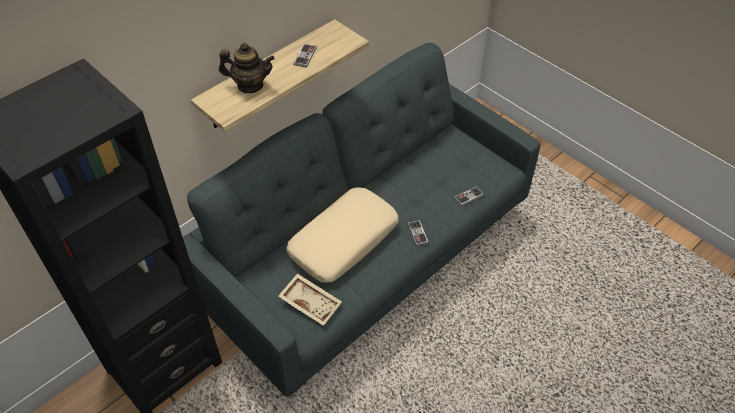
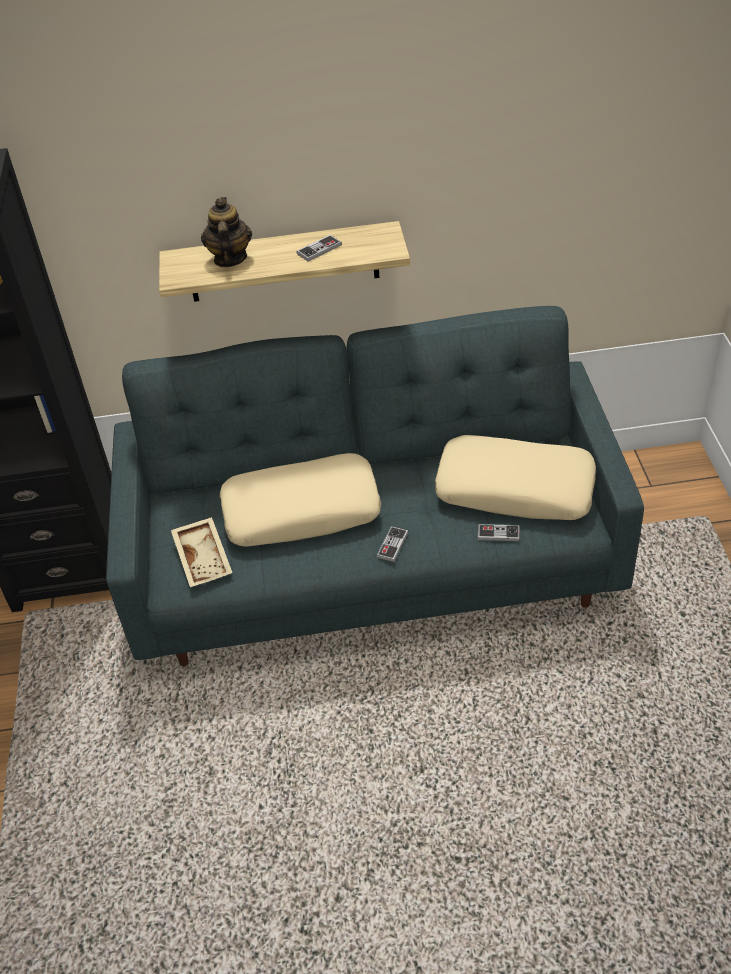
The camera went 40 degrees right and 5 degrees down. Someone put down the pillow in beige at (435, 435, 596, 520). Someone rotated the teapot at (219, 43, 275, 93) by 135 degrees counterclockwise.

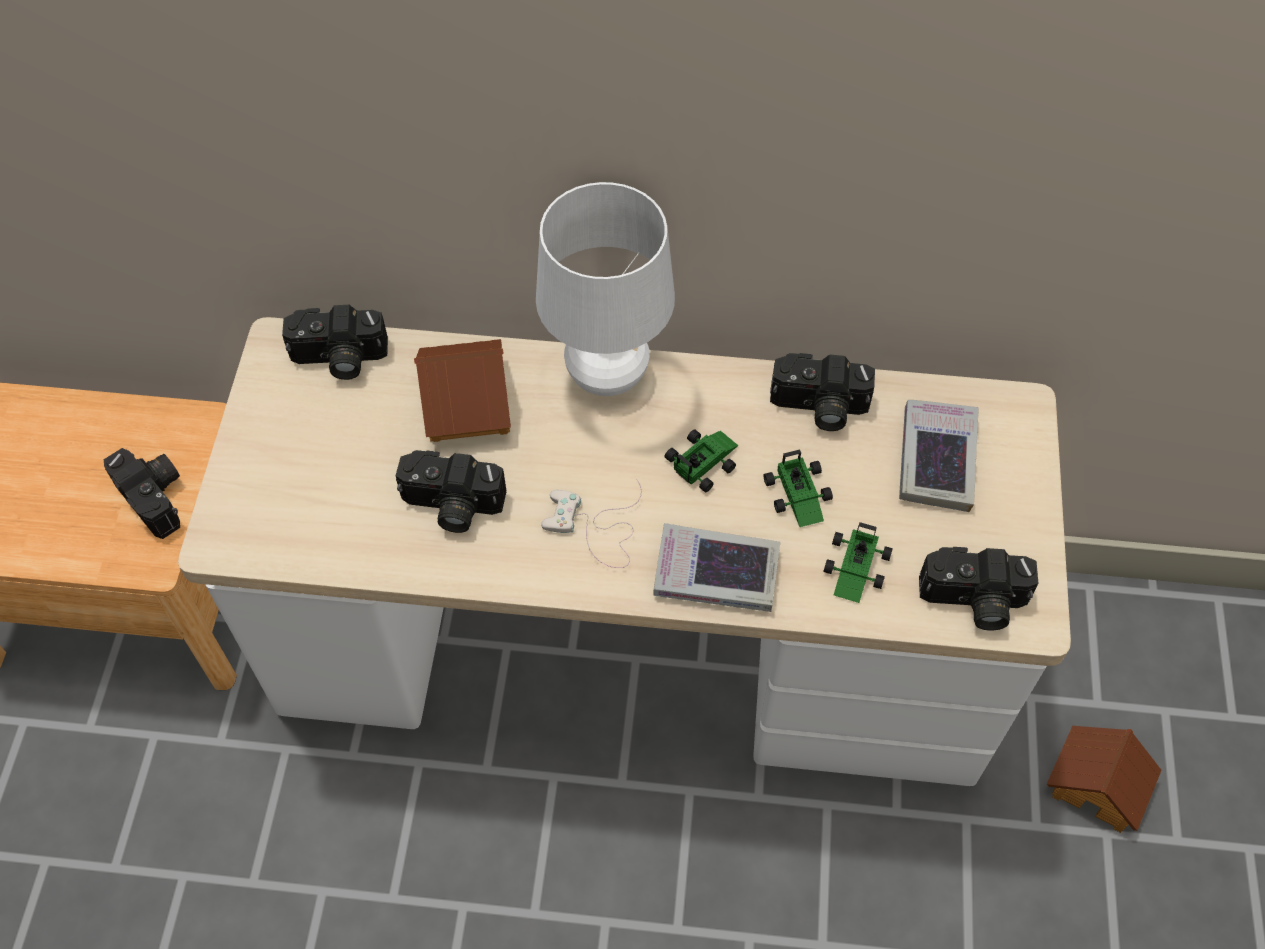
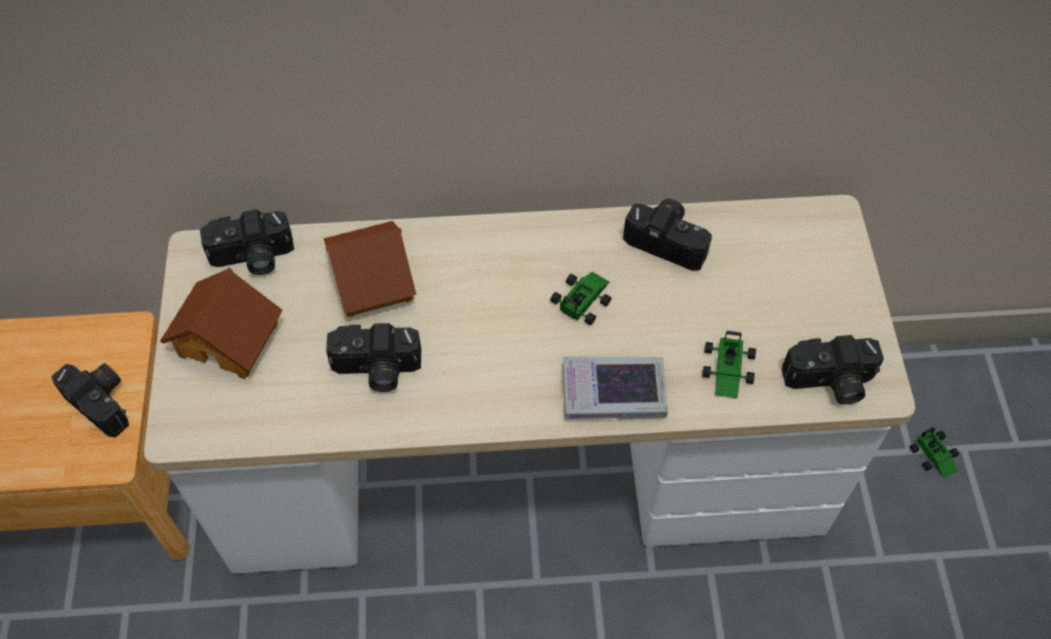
The camera went 10 degrees left and 0 degrees up. Someone took away the table lamp in white at (536, 182, 675, 396). Someone took away the game controller in white at (541, 479, 642, 568). Someone took away the book at (899, 400, 979, 512). Someone carried the toy car from (764, 450, 833, 527) to (909, 427, 959, 478). Someone carried the toy house from (1047, 726, 1162, 833) to (160, 268, 283, 379). Someone rotated the photo camera at (770, 353, 875, 431) by 150 degrees counterclockwise.

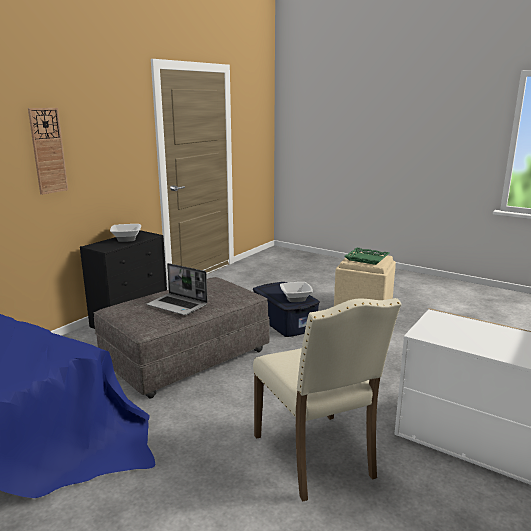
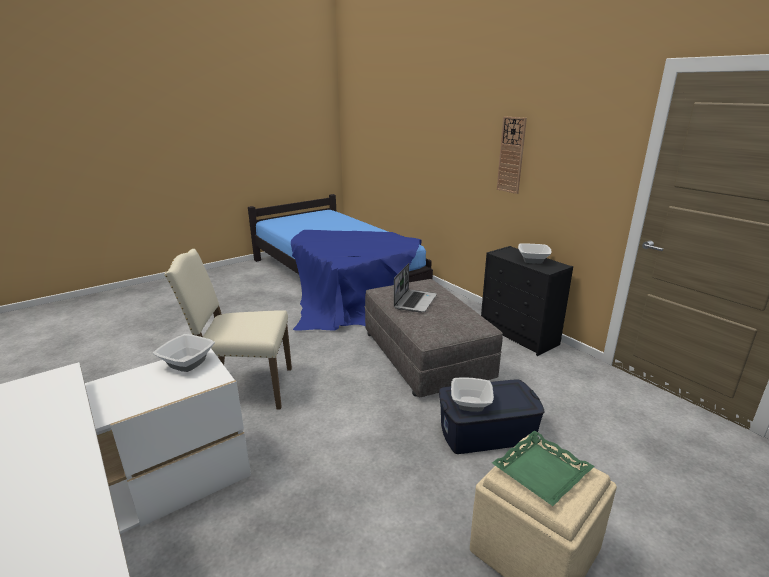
The camera went 110 degrees right and 5 degrees up. Someone put down the bowl at (153, 334, 215, 372). Someone rotated the laptop at (147, 263, 208, 315) by 150 degrees clockwise.

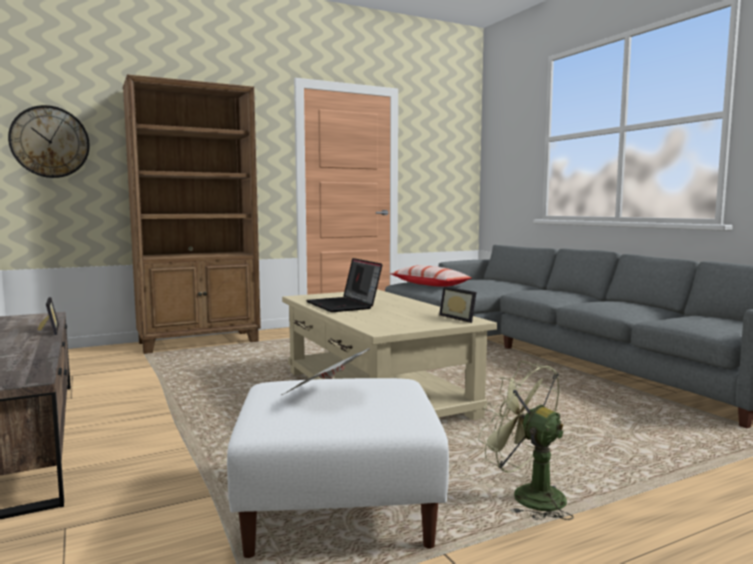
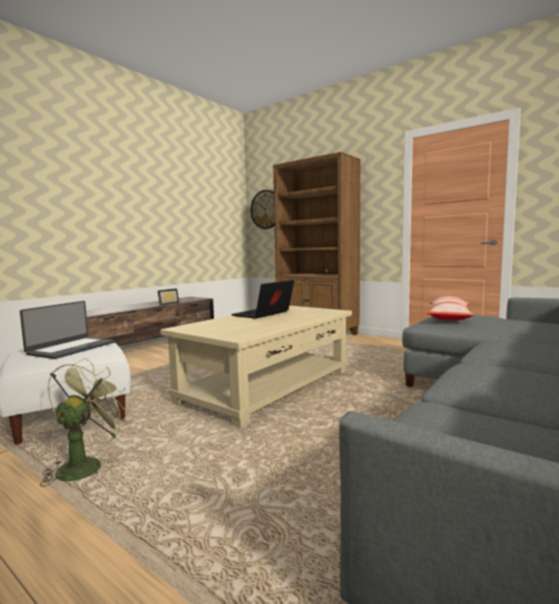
The camera went 65 degrees right and 0 degrees up. Someone took away the picture frame at (439, 286, 477, 323). Someone swapped the newspaper at (282, 348, 369, 395) for the laptop at (20, 301, 115, 359).

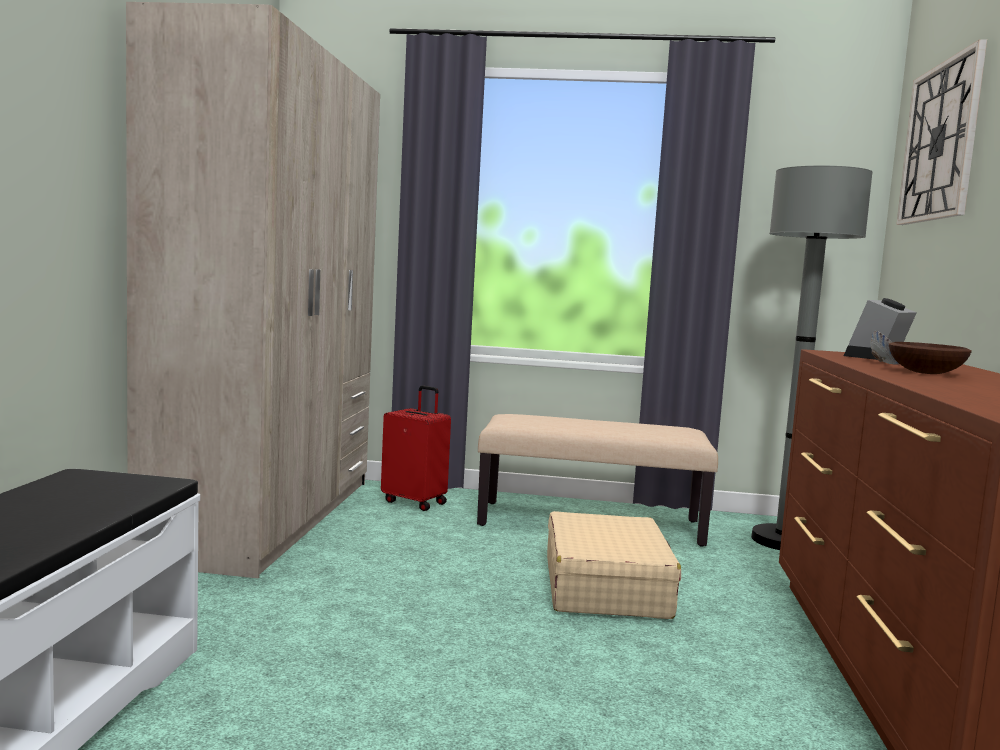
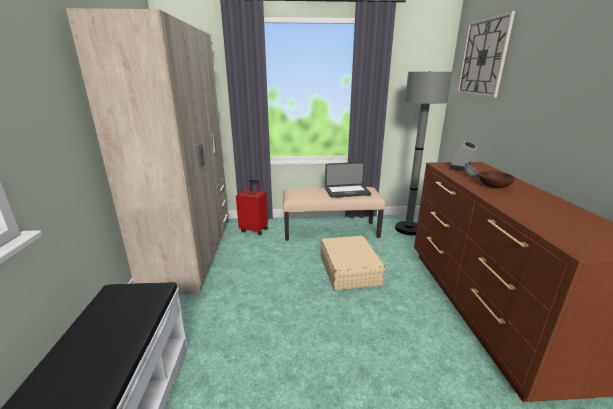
The camera went 10 degrees left and 15 degrees up. Someone put down the laptop at (325, 162, 371, 198).

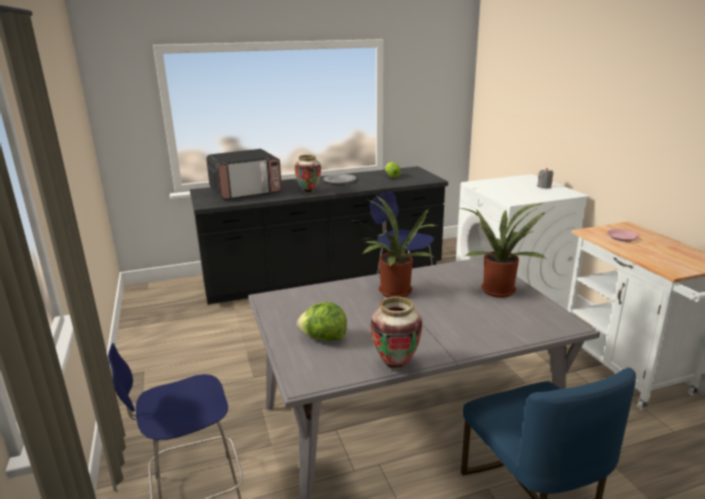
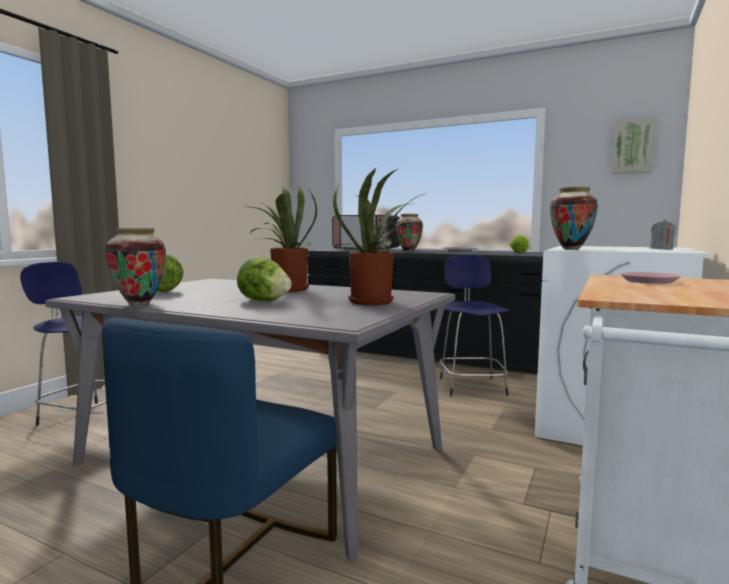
The camera went 45 degrees right and 15 degrees down. Someone put down the lettuce at (237, 256, 292, 301). Someone put down the vase at (550, 187, 598, 250). Someone put up the picture at (612, 118, 655, 174).

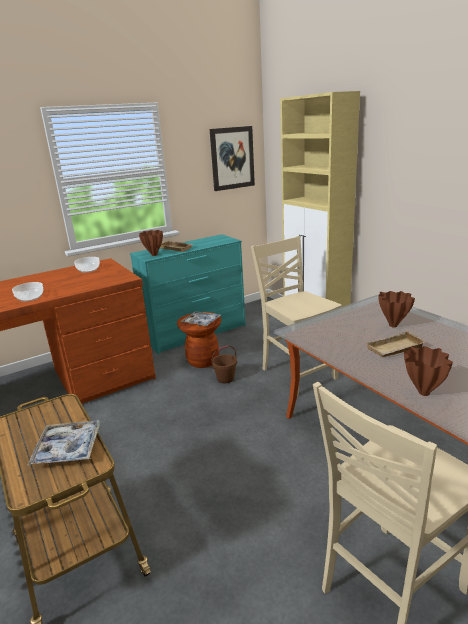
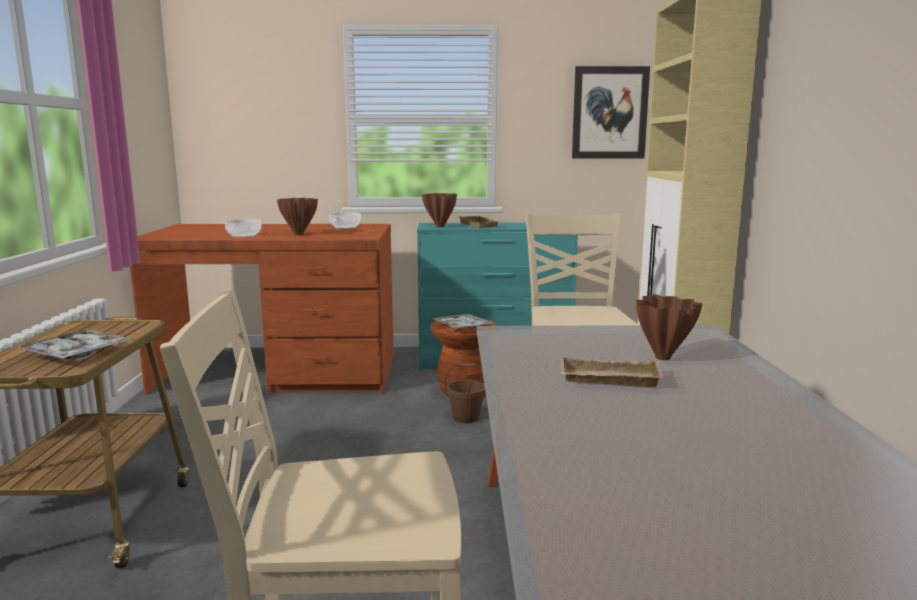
The camera went 30 degrees right and 10 degrees down. Someone carried the vase in brown from (404, 346, 453, 396) to (277, 198, 318, 235).

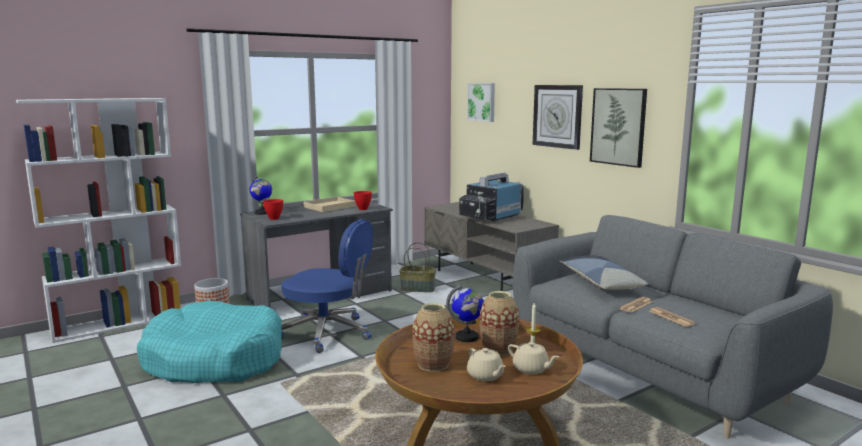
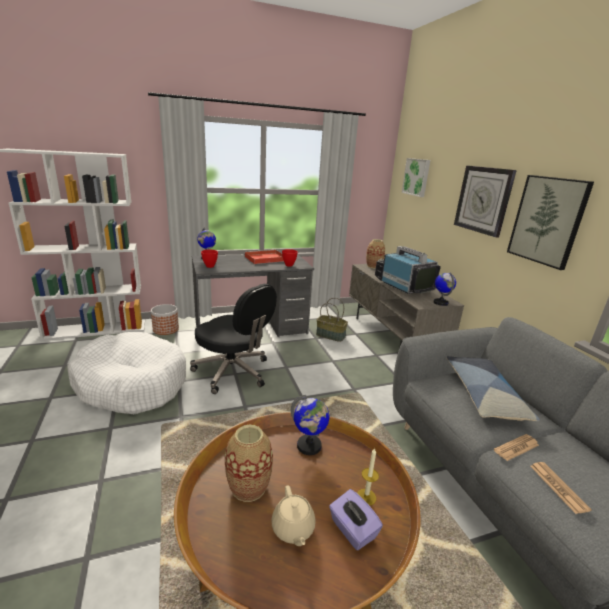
The camera went 15 degrees right and 10 degrees up. Someone put down the globe at (434, 272, 456, 306). Someone carried the vase from (480, 291, 519, 356) to (366, 239, 385, 269). Someone swapped the teapot in beige at (508, 342, 559, 374) for the tissue box in purple at (329, 489, 383, 550). Someone repainted the dog bed in turquoise at (137, 301, 282, 383), which became the dog bed in white at (67, 332, 186, 414). Someone repainted the office chair in blue at (281, 219, 373, 353), which became the office chair in black at (190, 284, 277, 394). Someone repainted the tray in beige at (303, 197, 356, 212), which became the tray in red at (244, 250, 284, 264). Someone rotated the television at (459, 172, 524, 222) by 90 degrees clockwise.

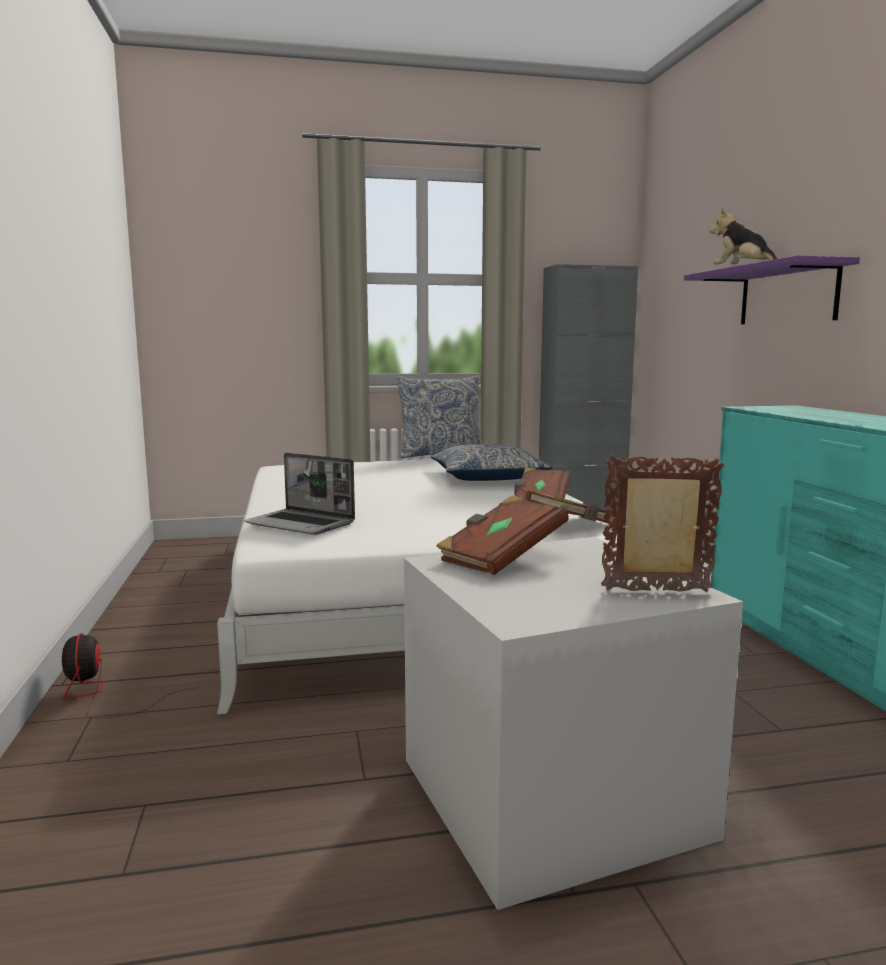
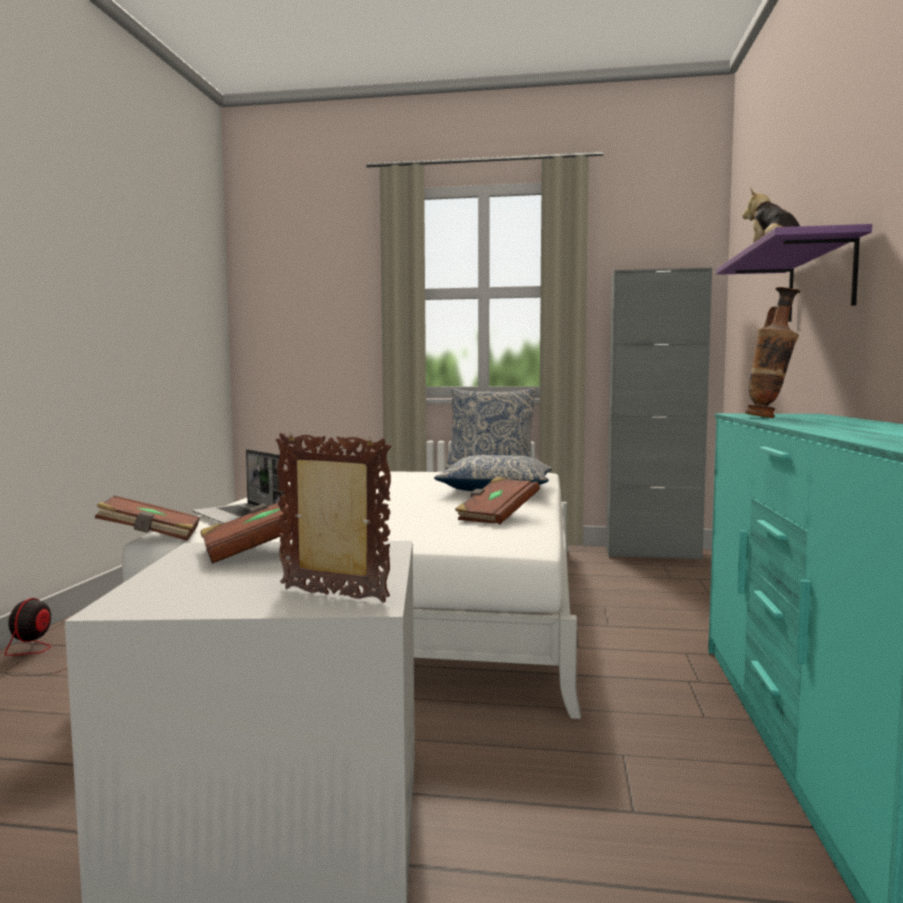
The camera went 20 degrees right and 5 degrees down. Someone put down the vase at (745, 287, 800, 418). Someone carried the book in brown from (525, 490, 615, 523) to (95, 495, 200, 541).

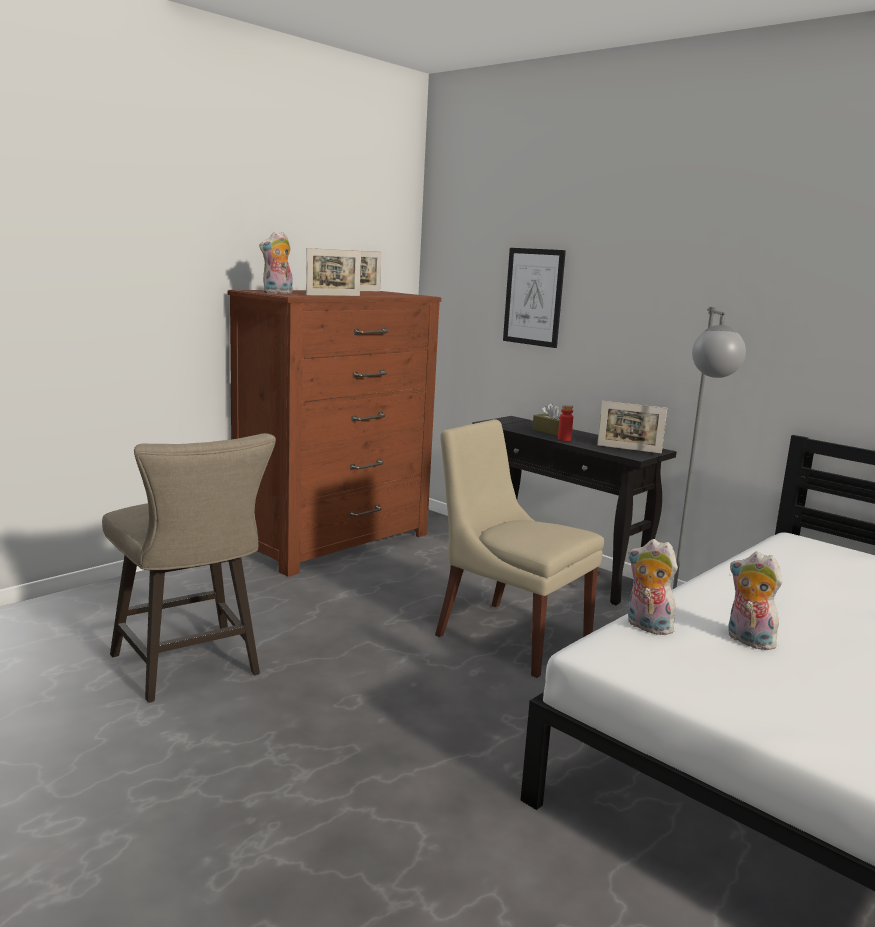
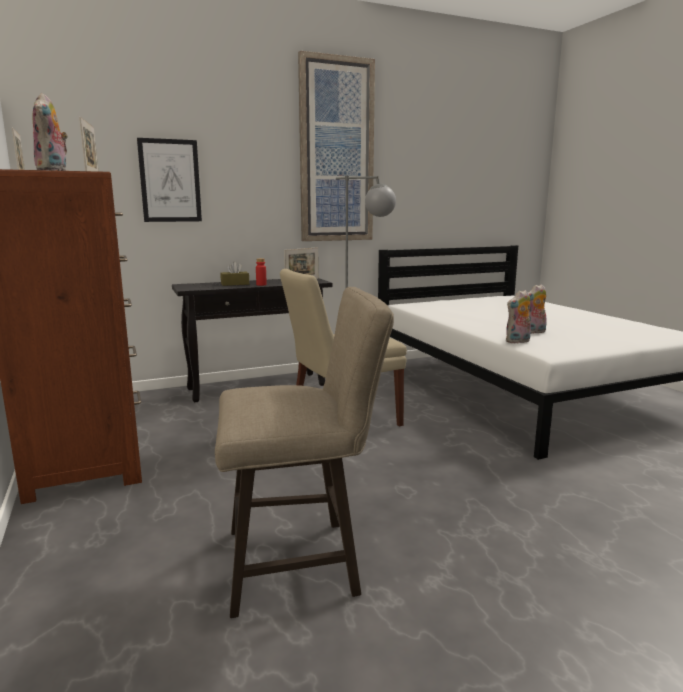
The camera went 65 degrees left and 0 degrees up. Someone put up the picture at (298, 51, 375, 241).

